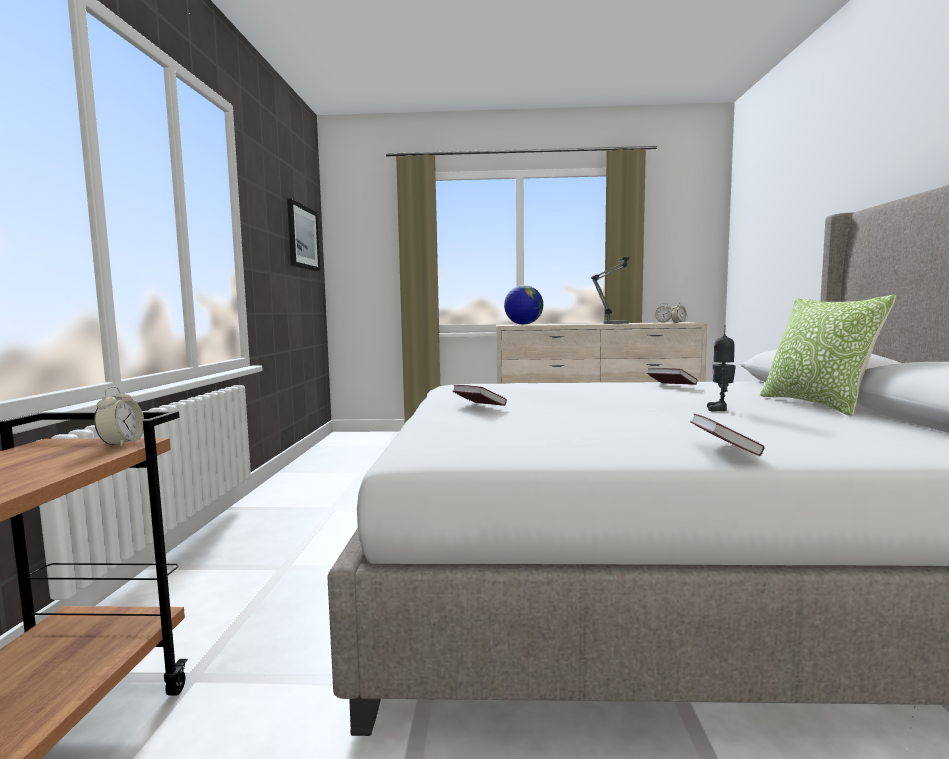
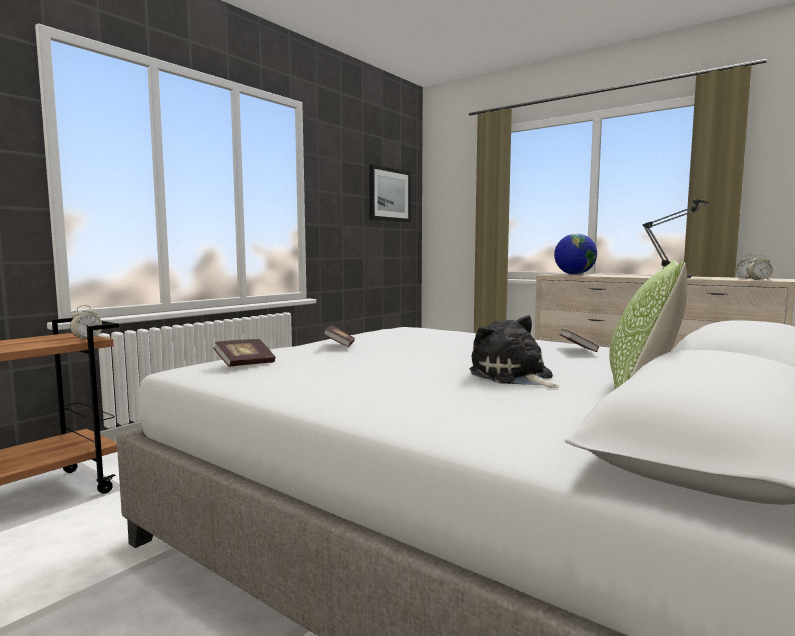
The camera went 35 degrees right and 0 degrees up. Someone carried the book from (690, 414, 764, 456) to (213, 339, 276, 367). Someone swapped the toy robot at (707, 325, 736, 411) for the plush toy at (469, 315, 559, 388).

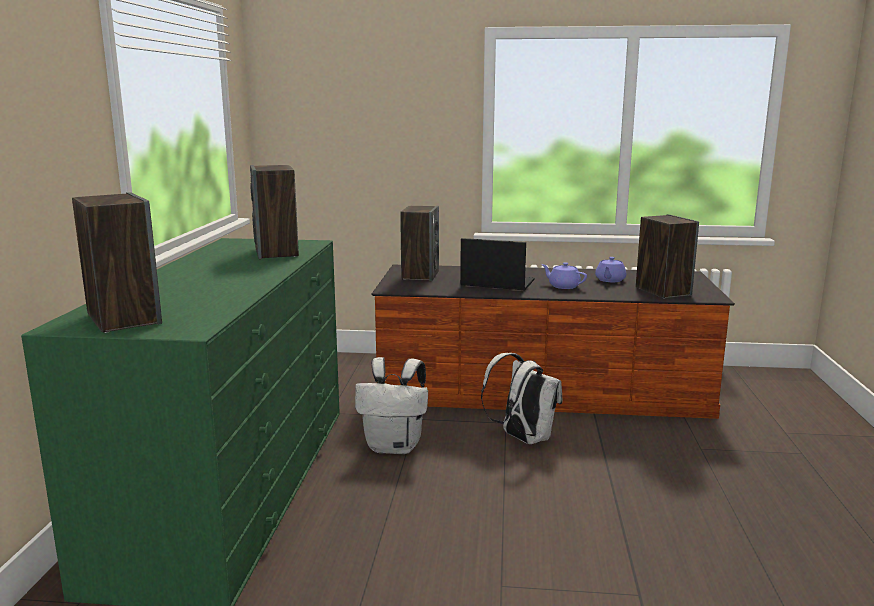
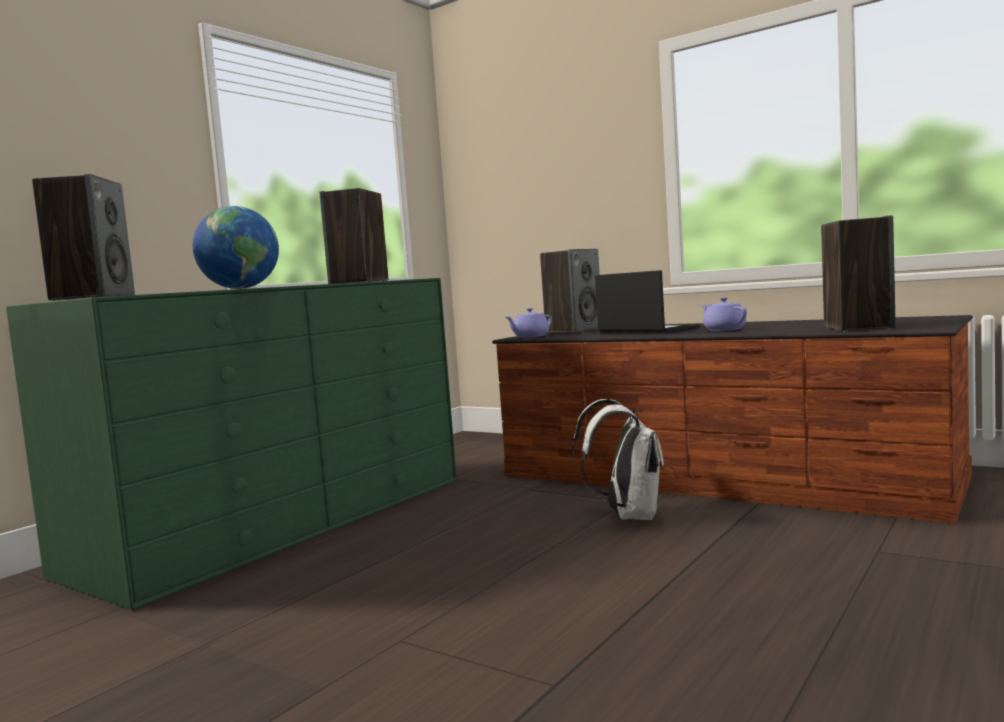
The camera went 30 degrees right and 10 degrees down. Someone took away the backpack in white at (355, 357, 428, 454). Someone put down the globe at (193, 206, 279, 289). Someone carried the teapot in purple from (595, 257, 626, 282) to (506, 308, 552, 338).

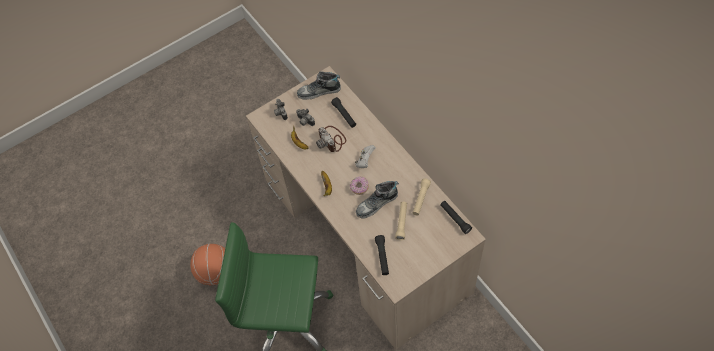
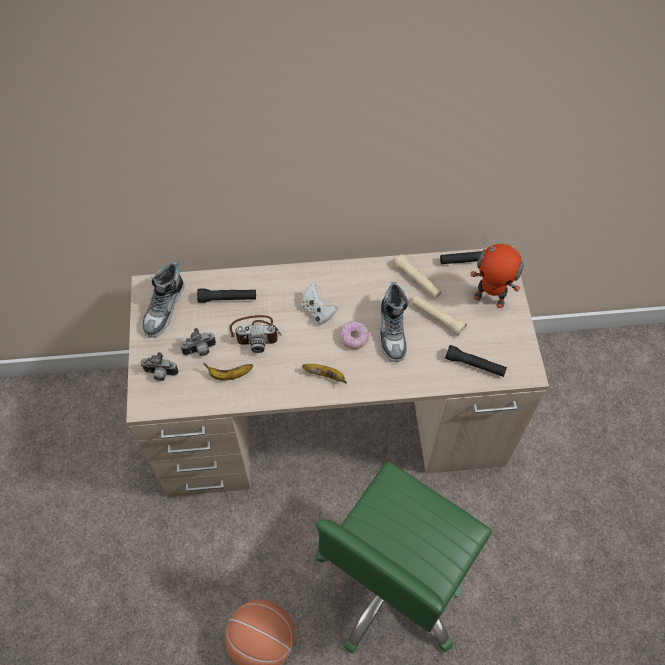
The camera went 65 degrees left and 0 degrees up. Someone put down the toy robot at (470, 238, 524, 308).

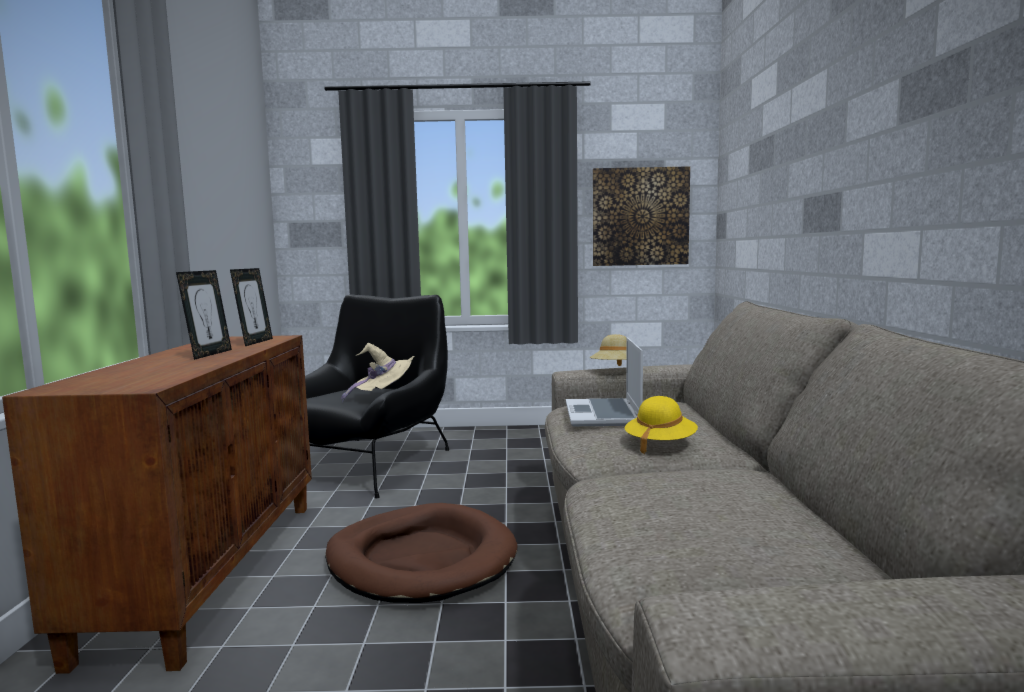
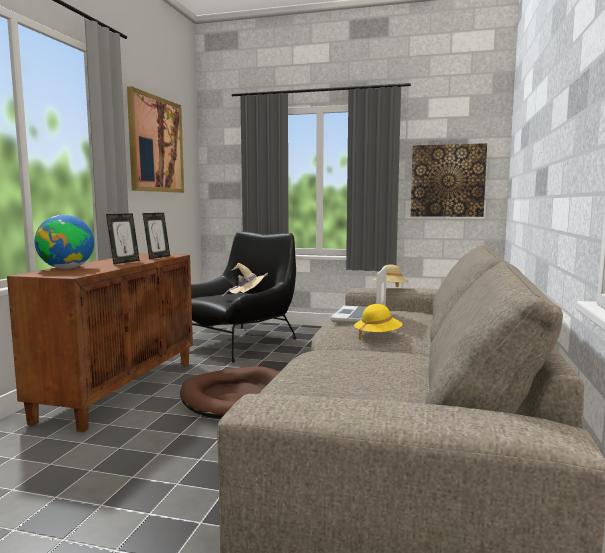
The camera went 15 degrees right and 0 degrees up. Someone put down the globe at (35, 215, 94, 269). Someone put up the picture at (127, 86, 184, 193).

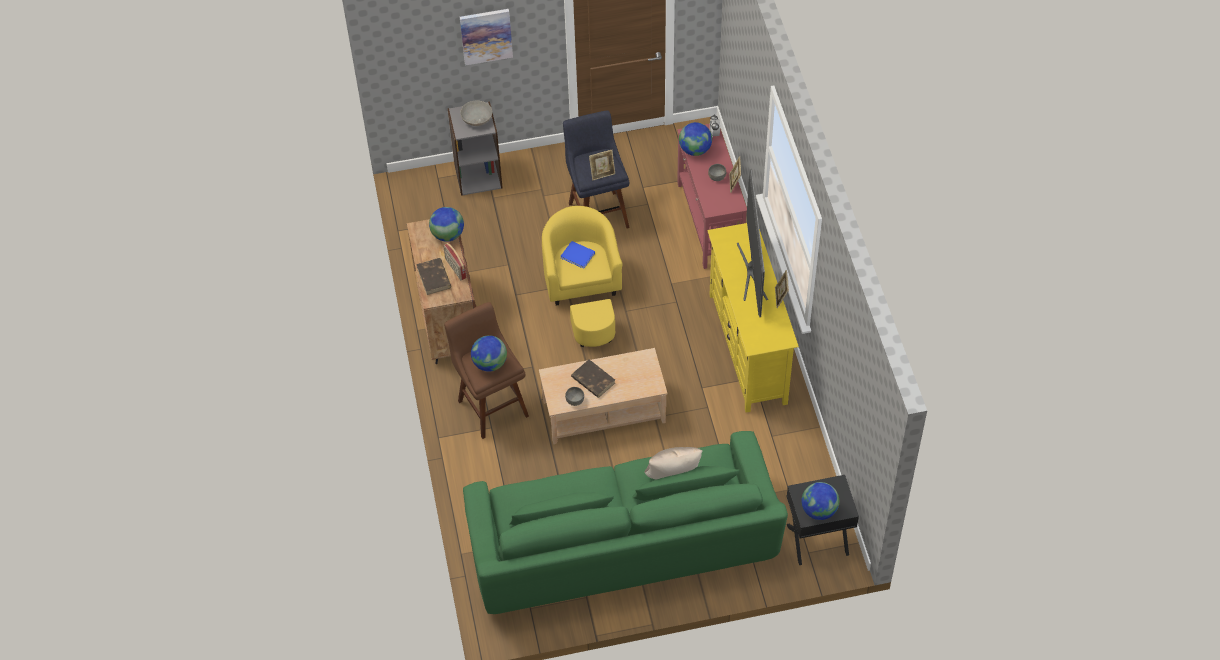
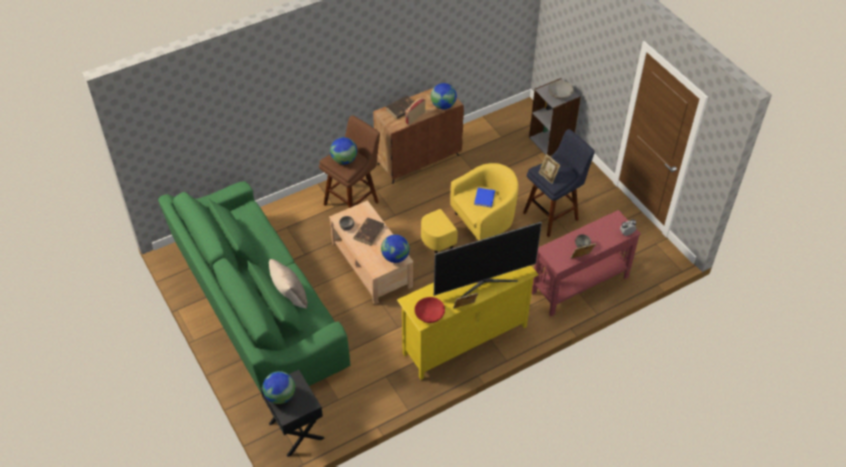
The camera went 70 degrees right and 5 degrees down. Someone took away the picture at (460, 9, 513, 66). Someone put down the bowl in red at (415, 297, 445, 323). Someone carried the globe from (679, 122, 712, 156) to (381, 234, 410, 263).

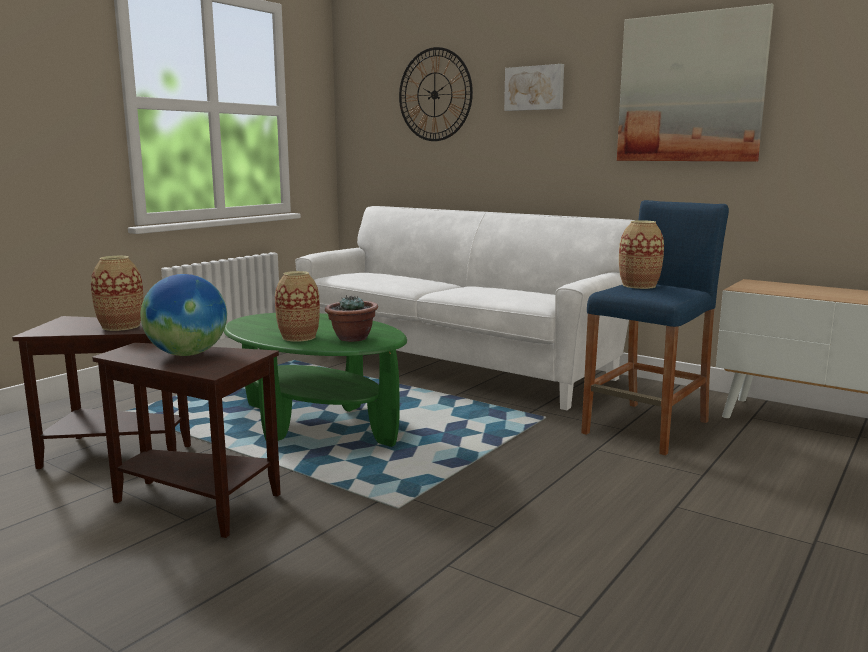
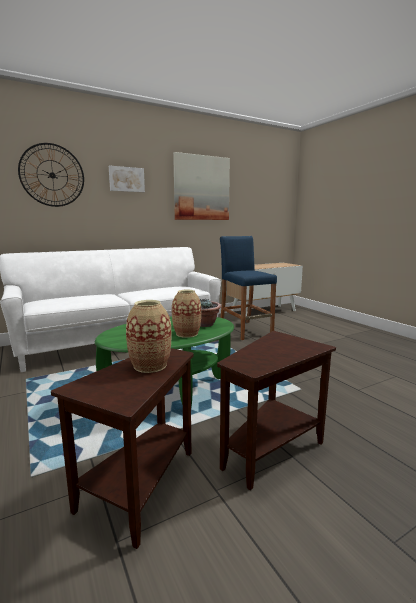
The camera went 65 degrees left and 0 degrees up. Someone took away the globe at (141, 274, 227, 356). Someone took away the vase at (619, 220, 664, 289).

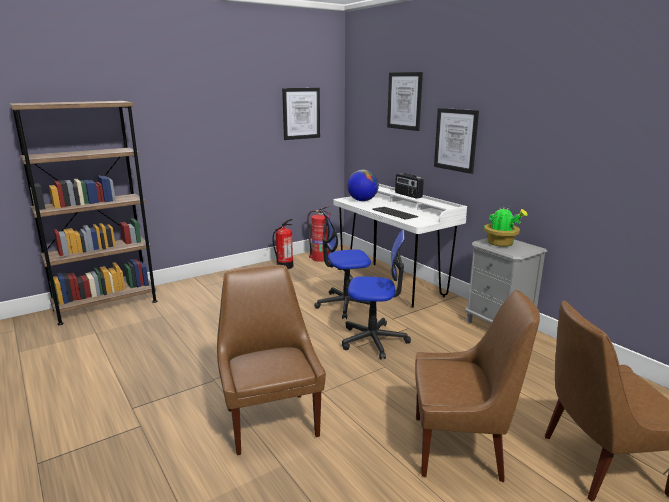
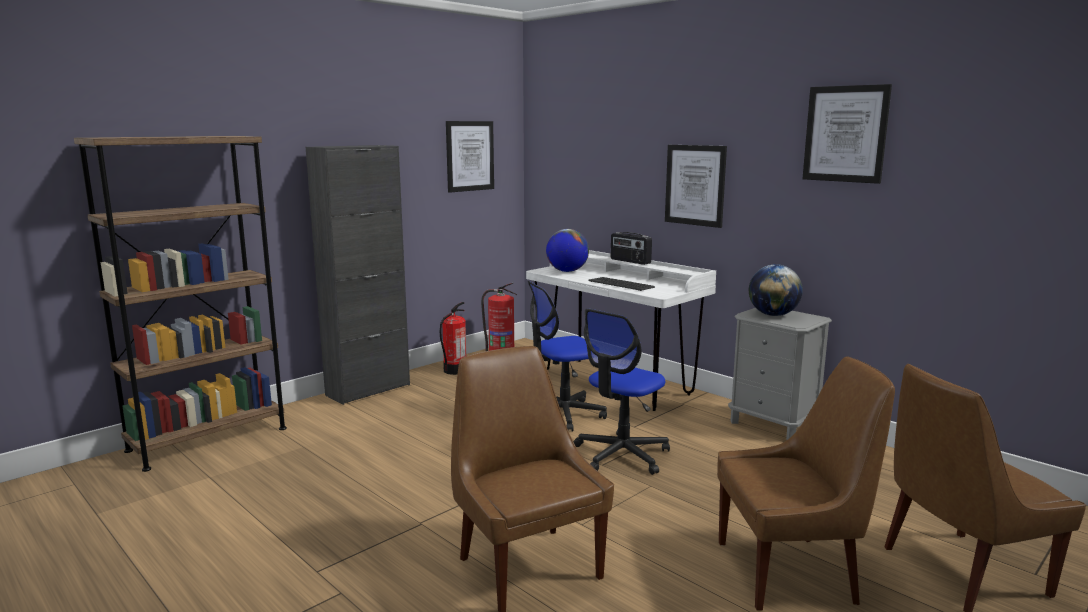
The camera went 10 degrees left and 5 degrees down. Someone put down the cabinet in black at (306, 145, 410, 405). Someone carried the picture from (387, 72, 423, 131) to (802, 84, 892, 184). Someone swapped the potted plant at (484, 207, 528, 247) for the globe at (749, 264, 803, 316). Someone rotated the office chair at (342, 230, 411, 360) by 135 degrees clockwise.

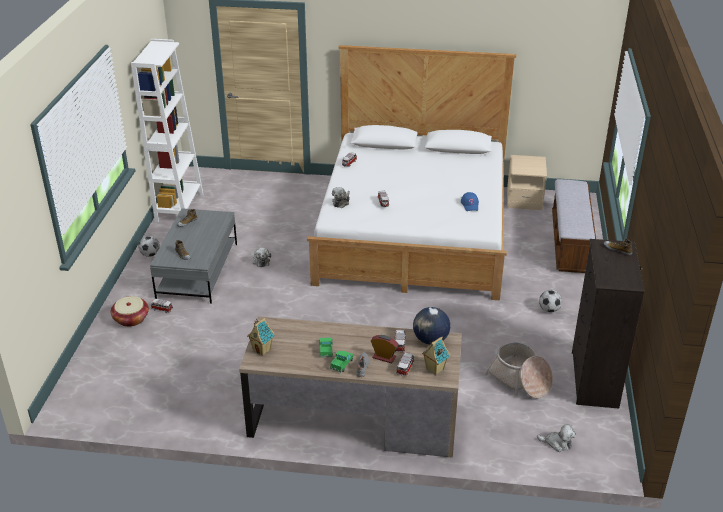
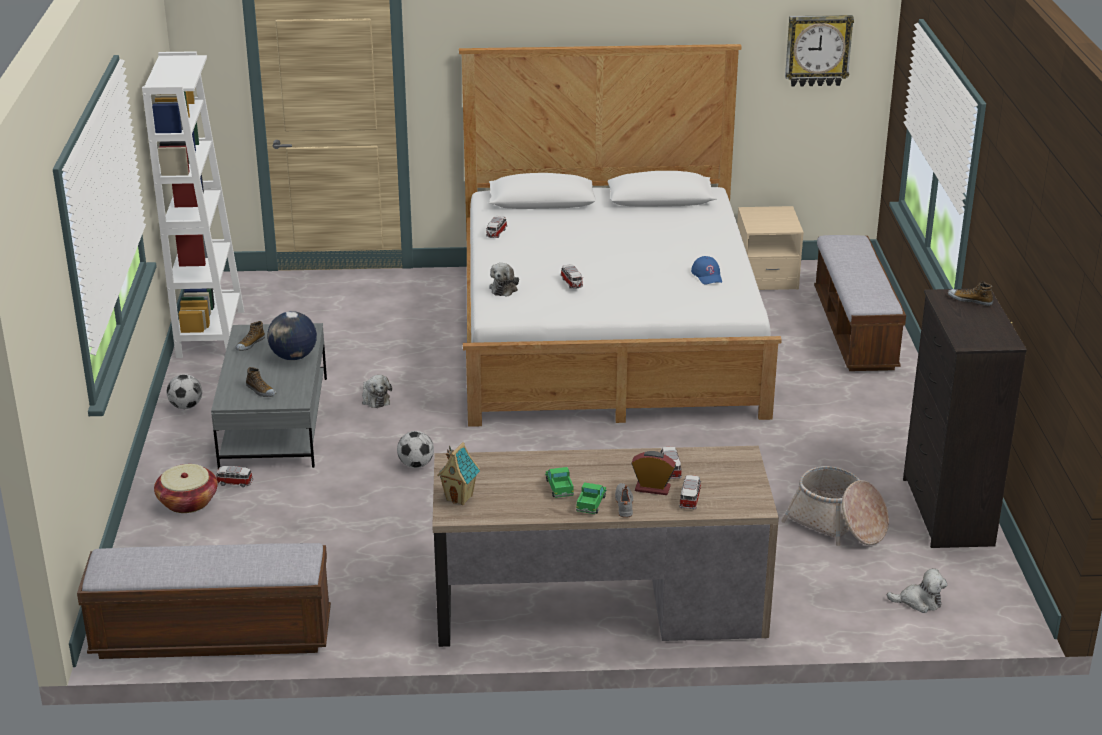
The camera went 10 degrees left and 5 degrees down. Someone took away the toy house at (422, 337, 450, 375). Someone put down the bench at (77, 543, 331, 659). Someone put up the wall clock at (785, 15, 854, 87). Someone carried the globe from (413, 307, 450, 345) to (267, 311, 317, 360). Someone carried the football from (539, 290, 562, 312) to (397, 431, 434, 468).

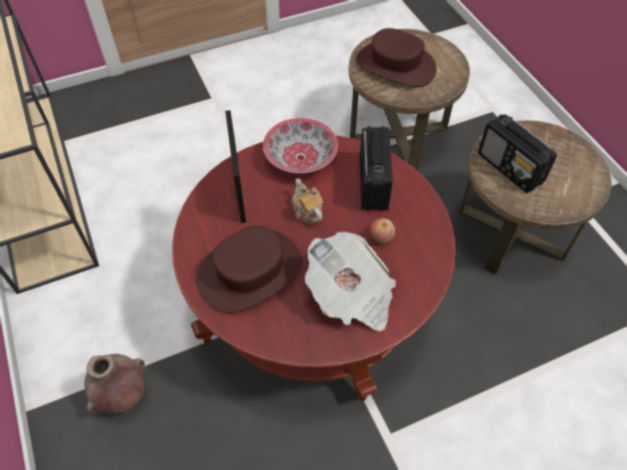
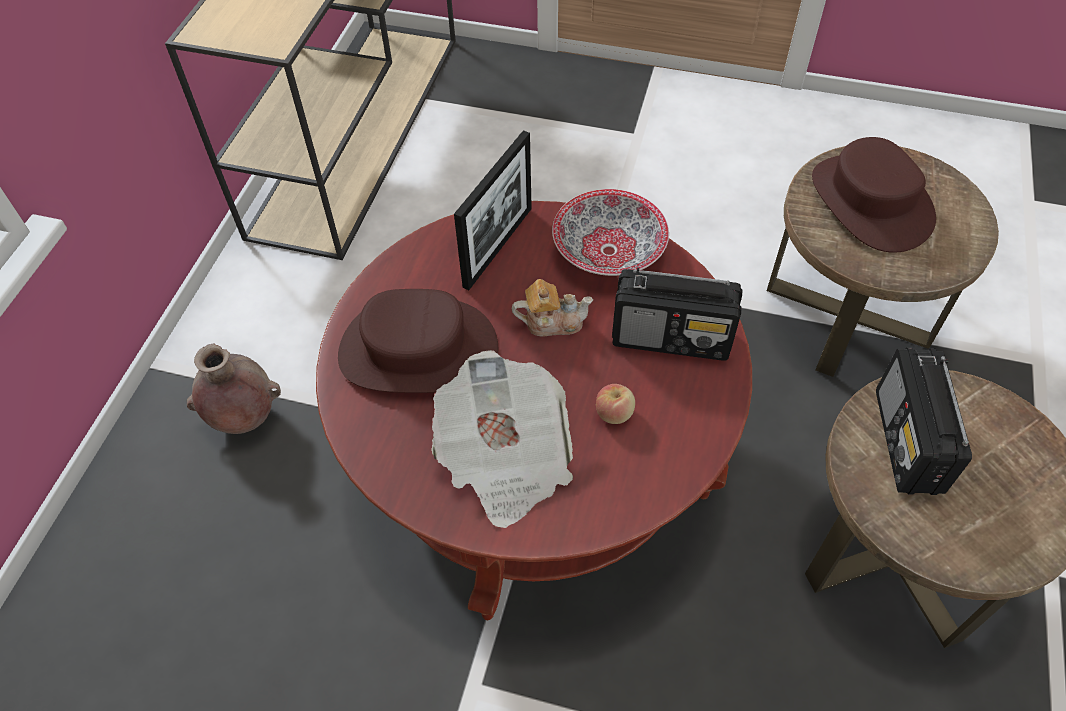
The camera went 40 degrees right and 0 degrees up. Someone rotated the teapot at (292, 178, 323, 224) by 75 degrees clockwise. Someone rotated the radio at (360, 126, 393, 211) by 60 degrees clockwise.

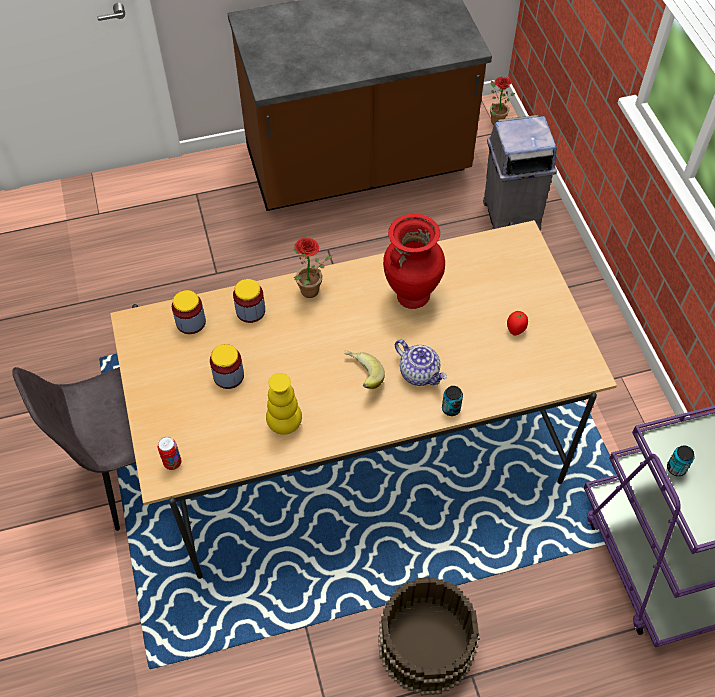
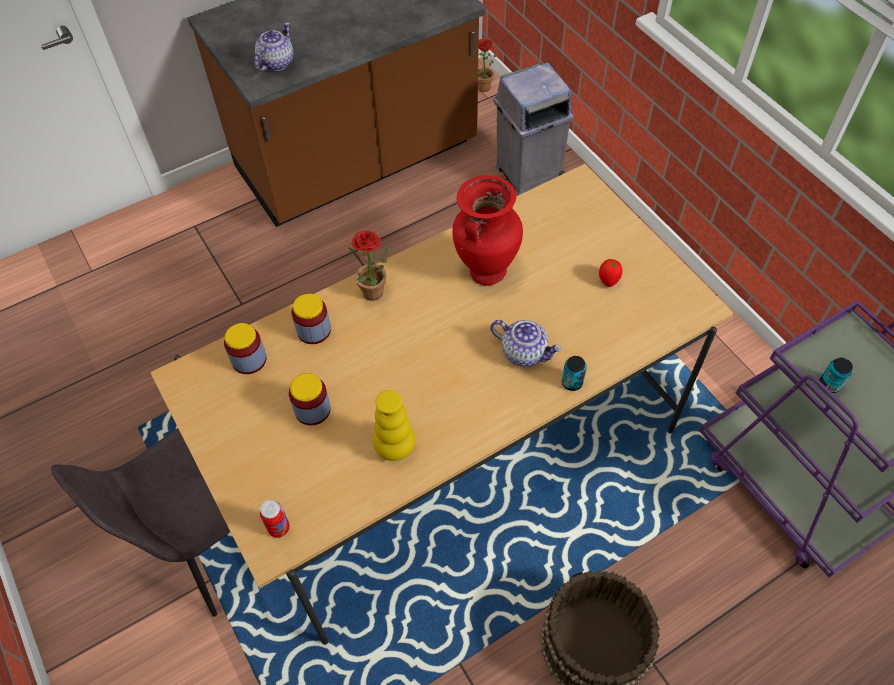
The camera went 15 degrees left and 0 degrees up. Someone took away the banana at (344, 349, 385, 389). Someone put down the teapot at (255, 23, 293, 72).

